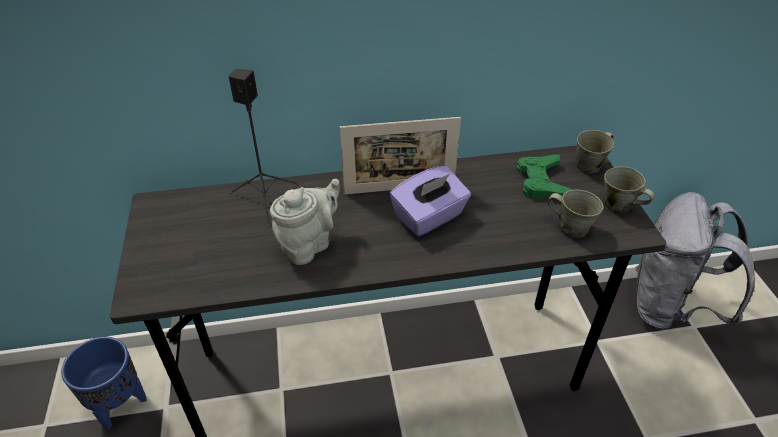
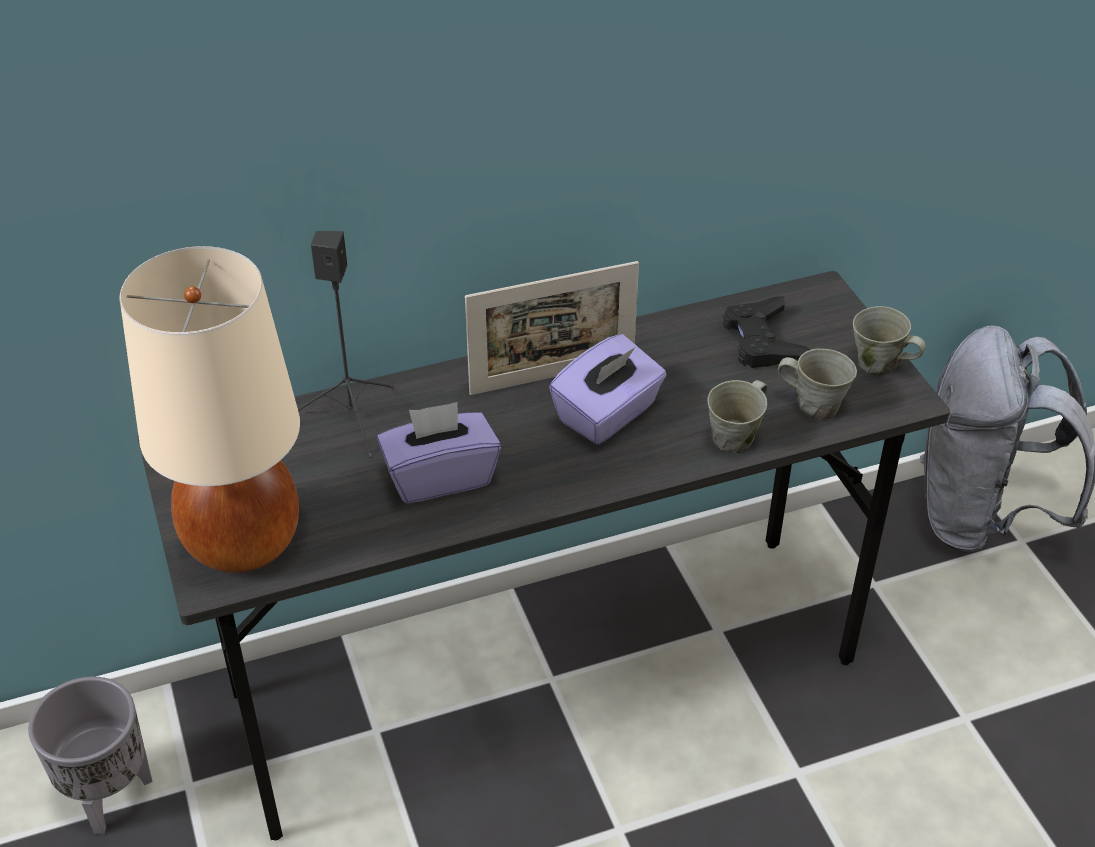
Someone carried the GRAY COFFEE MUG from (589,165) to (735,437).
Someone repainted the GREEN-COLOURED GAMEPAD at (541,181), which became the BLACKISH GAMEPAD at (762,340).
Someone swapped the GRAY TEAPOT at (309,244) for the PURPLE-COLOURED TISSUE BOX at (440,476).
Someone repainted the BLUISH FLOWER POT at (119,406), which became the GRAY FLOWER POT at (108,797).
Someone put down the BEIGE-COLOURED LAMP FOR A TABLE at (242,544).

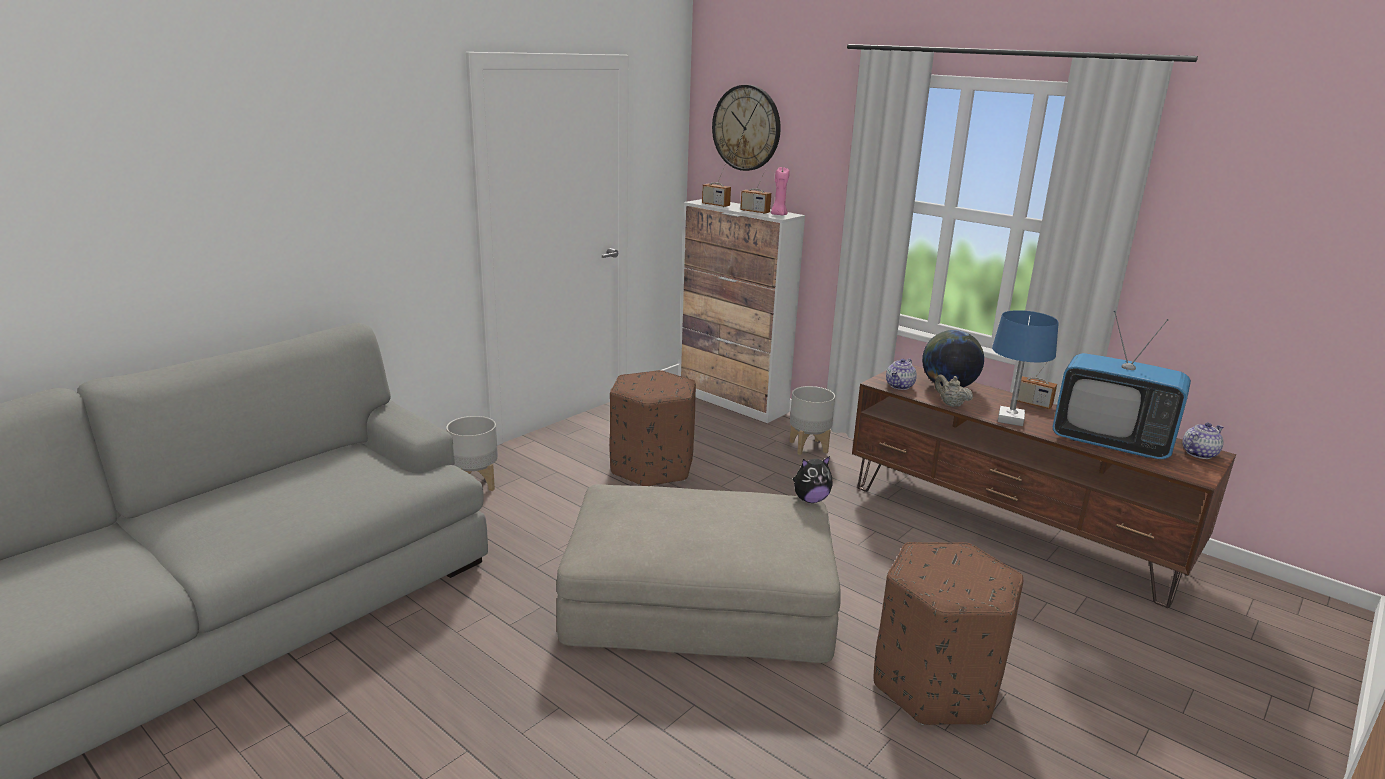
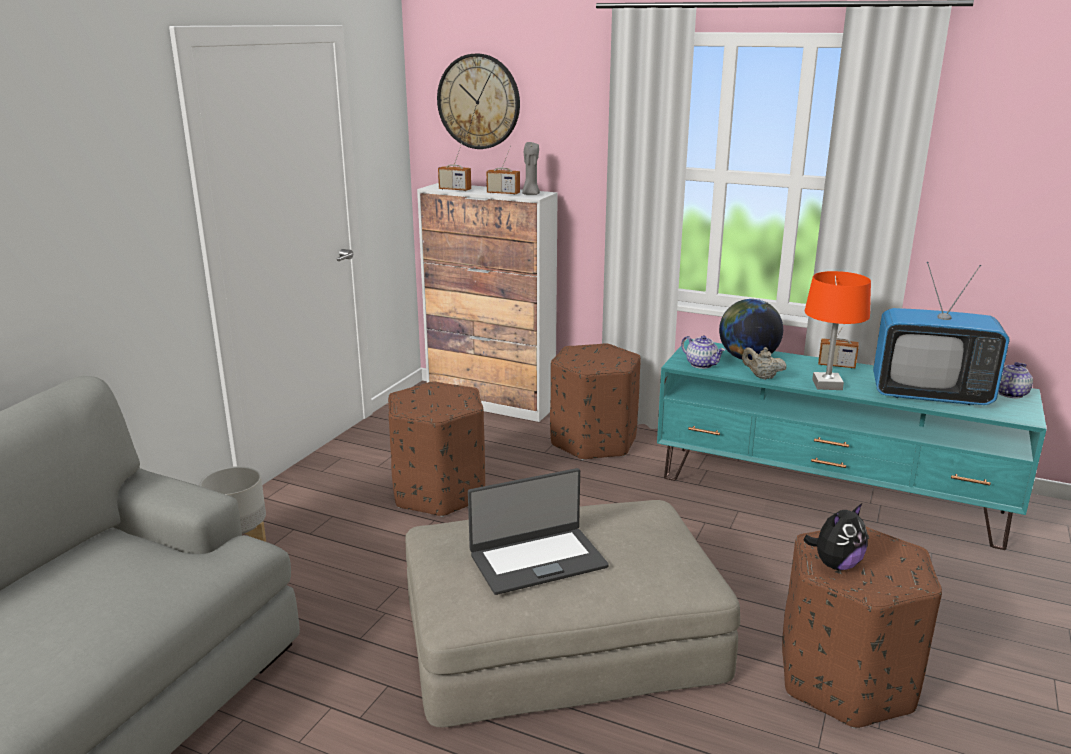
Someone repainted the PINK CANDLE at (778,214), which became the GRAY CANDLE at (530,194).
Someone repainted the BLUISH LAMP FOR A TABLE at (1010,420), which became the ORANGEY LAMP FOR A TABLE at (827,385).
Someone rotated the TEAPOT at (900,386) by 60 degrees counterclockwise.
Someone repainted the BROWN TV UNIT at (1012,527), which became the TURQUOISE-COLOURED TV UNIT at (829,493).
Someone swapped the GRAY FLOWER POT at (809,447) for the BROWN OTTOMAN at (594,441).
Someone carried the CUDDLY TOY from (810,500) to (835,564).
Someone put down the PORTABLE COMPUTER at (537,560).

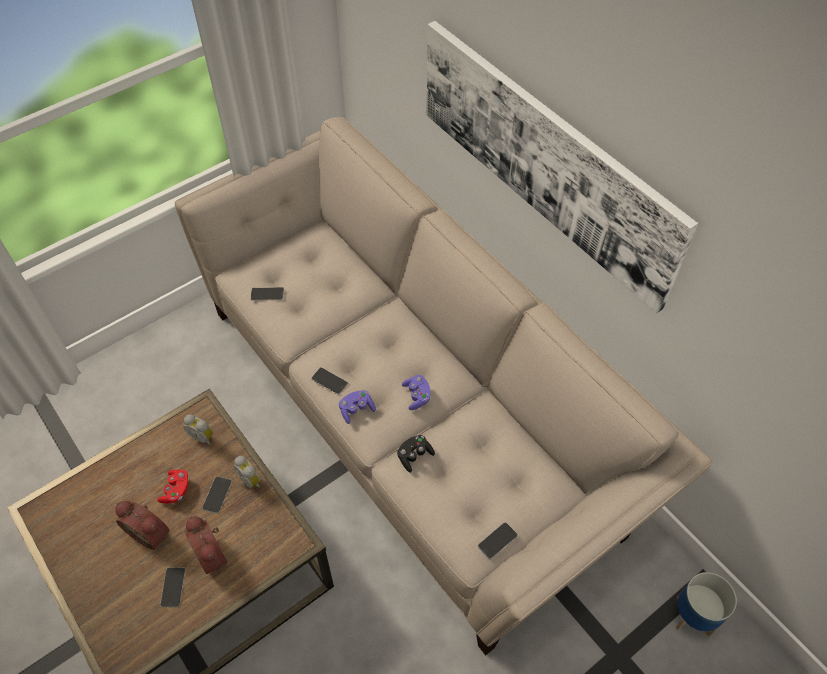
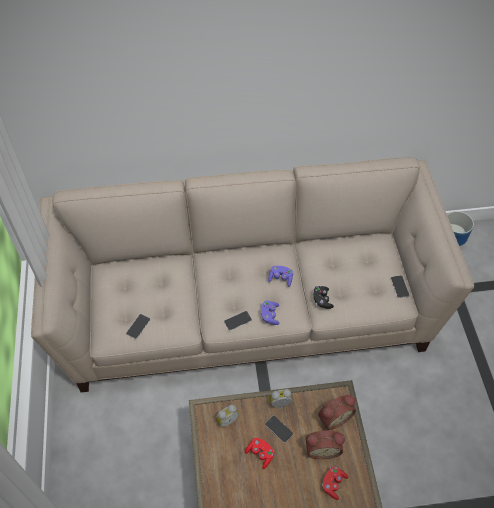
Someone took away the PICTURE at (545,158).
Someone carried the TABLE CLOCK from (151,532) to (333,417).
Someone swapped the PHONE at (173,587) for the RED-COLOURED GAMEPAD at (333,484).

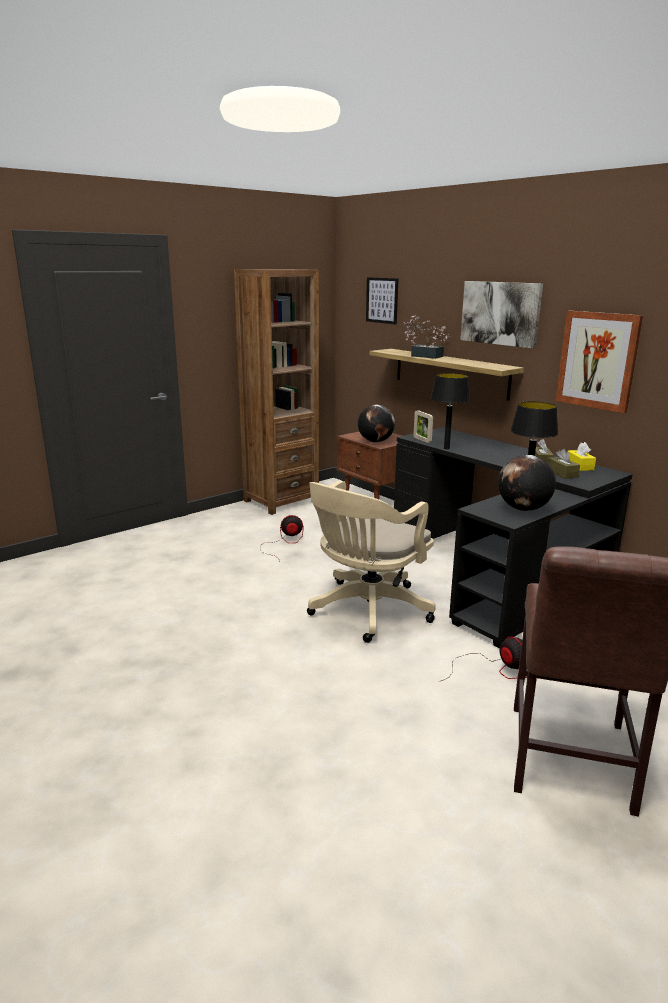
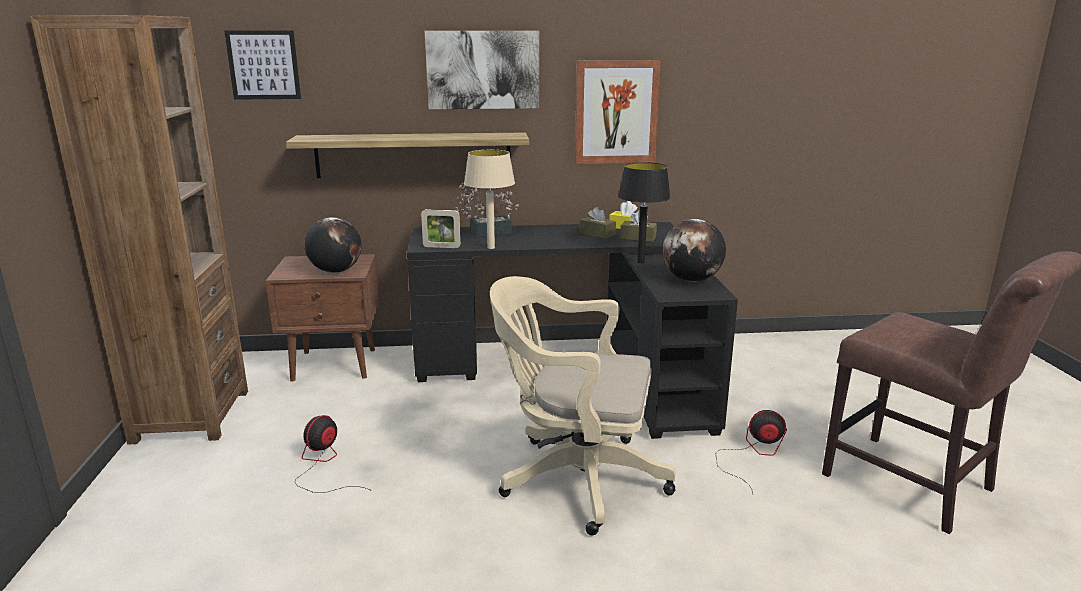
Someone carried the POTTED PLANT from (424,356) to (486,232).
Someone repainted the BLACKISH LAMP FOR A TABLE at (446,448), which became the BEIGE-COLOURED LAMP FOR A TABLE at (491,247).
Someone rotated the BEIGE-COLOURED OFFICE CHAIR at (366,611) by 120 degrees clockwise.

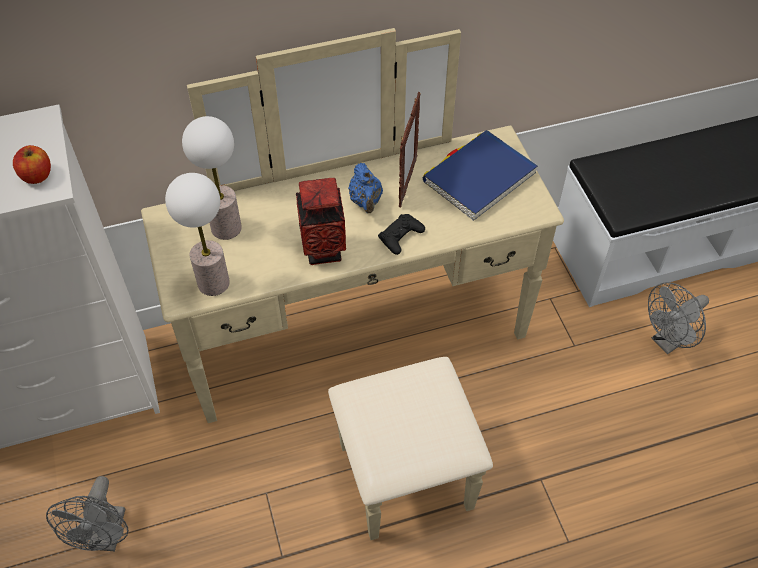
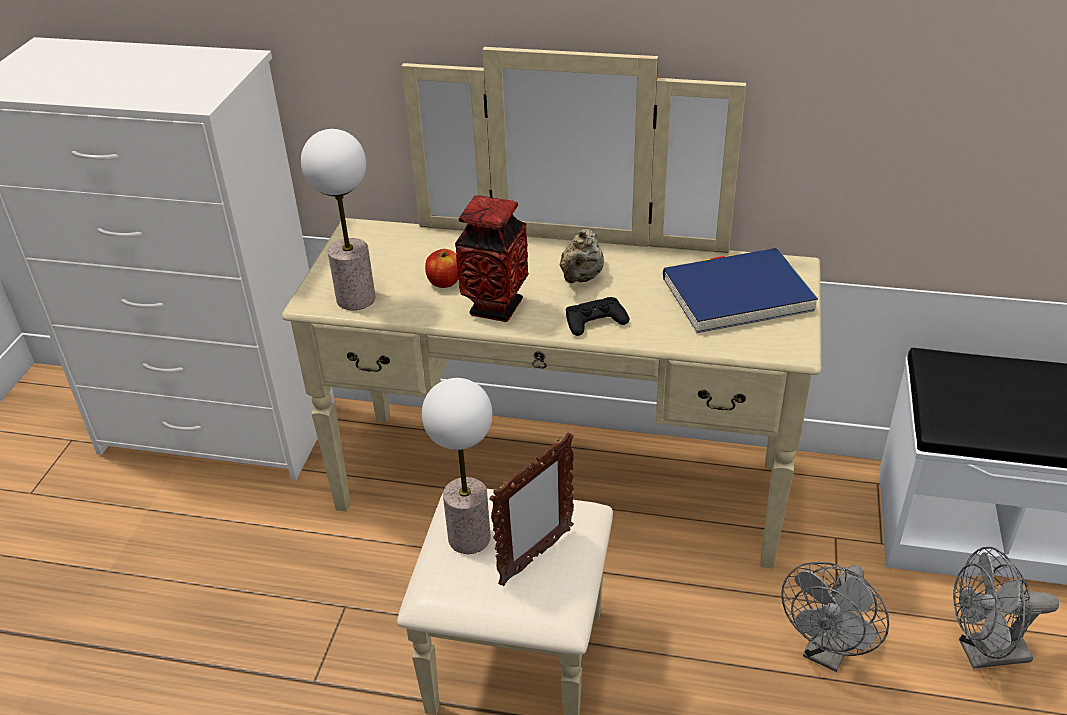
Someone carried the STANDING FRAME from (407,183) to (535,557).
Someone carried the LAMP FOR A TABLE from (225,228) to (468,537).
Someone carried the APPLE FRUIT from (37,175) to (444,282).
Someone repainted the BLUISH TEAPOT at (366,201), which became the BEIGE-COLOURED TEAPOT at (581,278).
Someone carried the GRAY ELECTRIC FAN from (106,537) to (827,652).

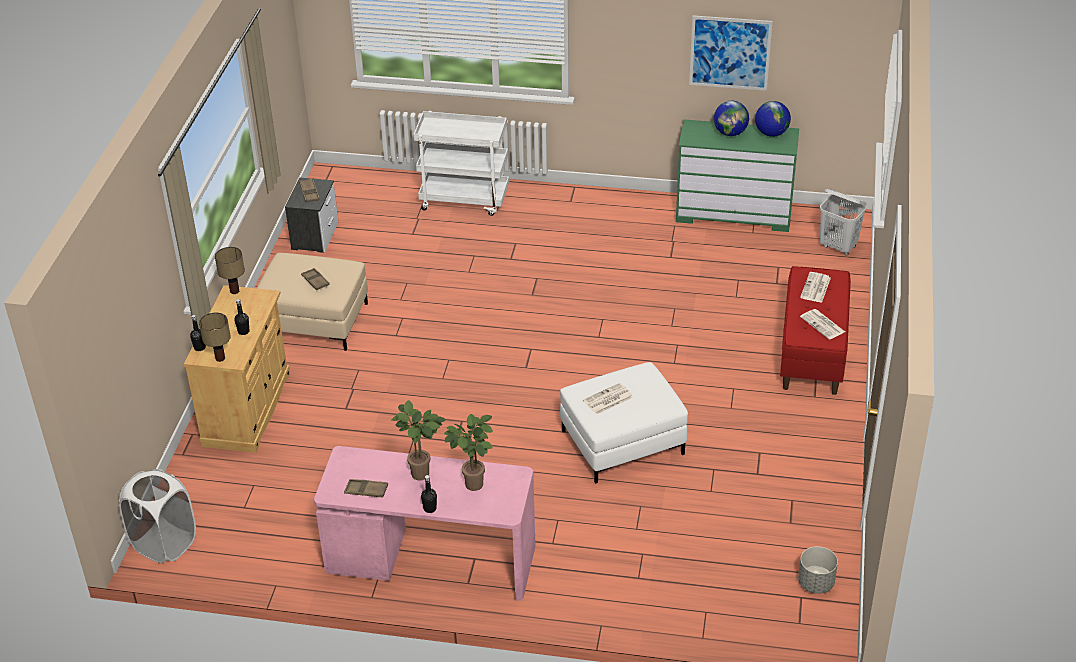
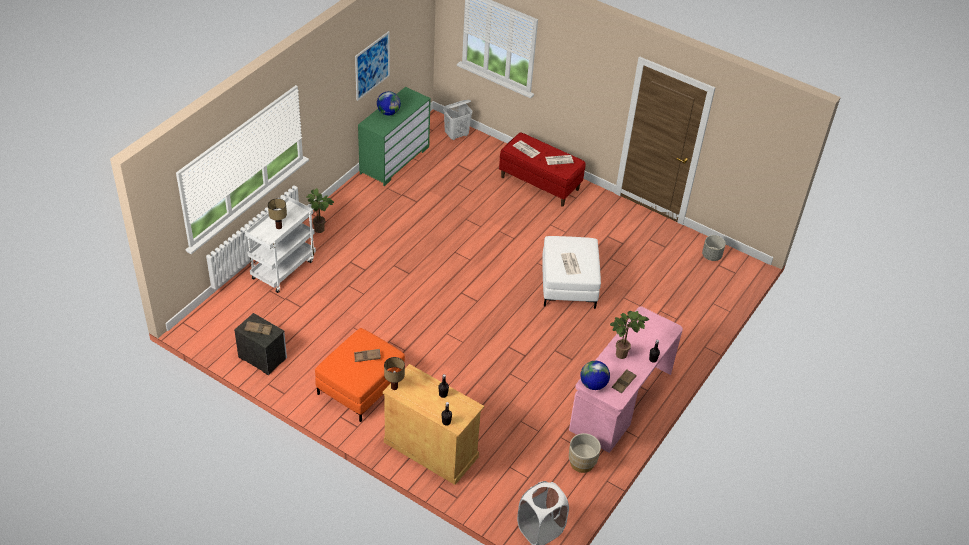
Someone carried the GLOBE from (771,133) to (593,384).
Someone repainted the BEIGE-COLOURED OTTOMAN at (313,321), which became the ORANGEY OTTOMAN at (360,387).
Someone carried the LAMP FOR A TABLE from (220,358) to (279,227).
Someone carried the POTTED PLANT from (474,487) to (321,230).
Someone put down the BEIGE-COLOURED FLOWER POT at (582,463).

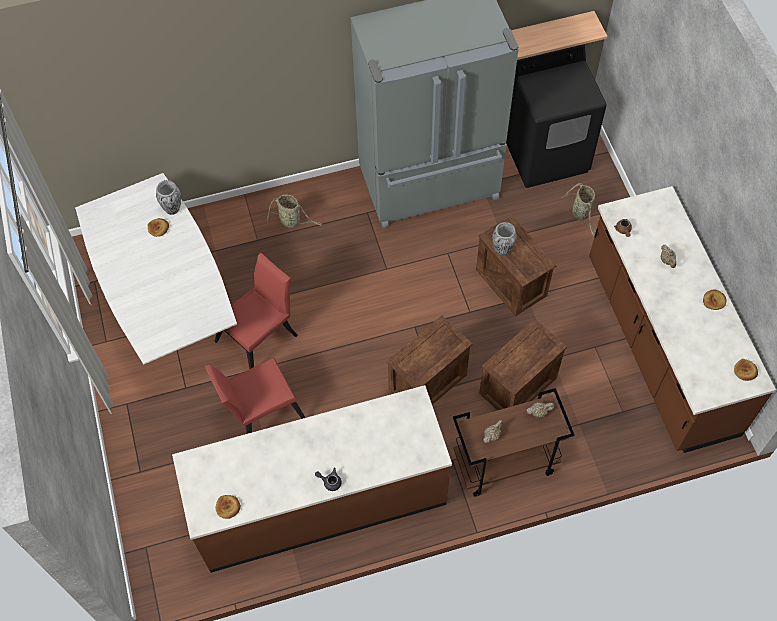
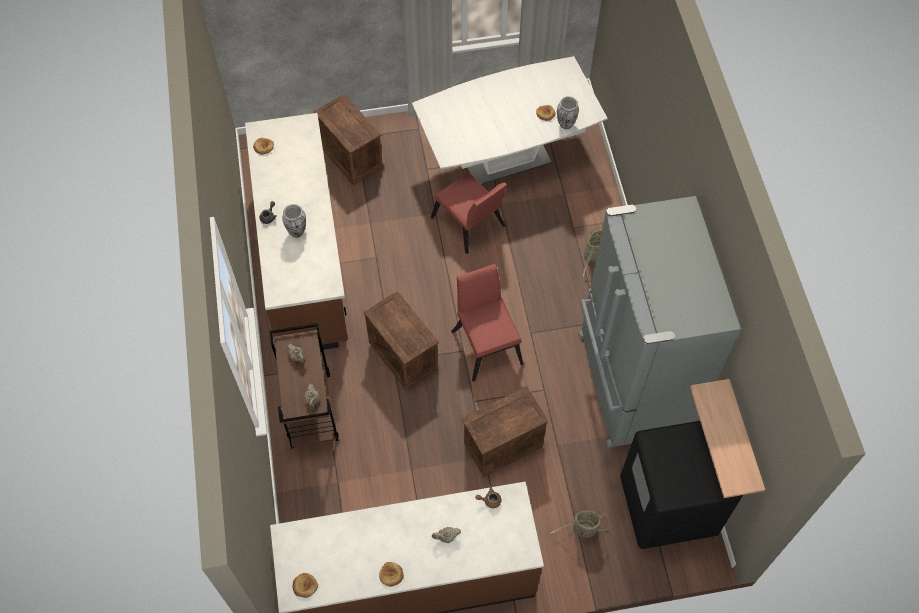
Someone carried the VASE from (502,249) to (297,231).
Someone carried the CRATE from (518,386) to (350,157).
Someone carried the RED-COLOURED CHAIR from (260,412) to (486,342).

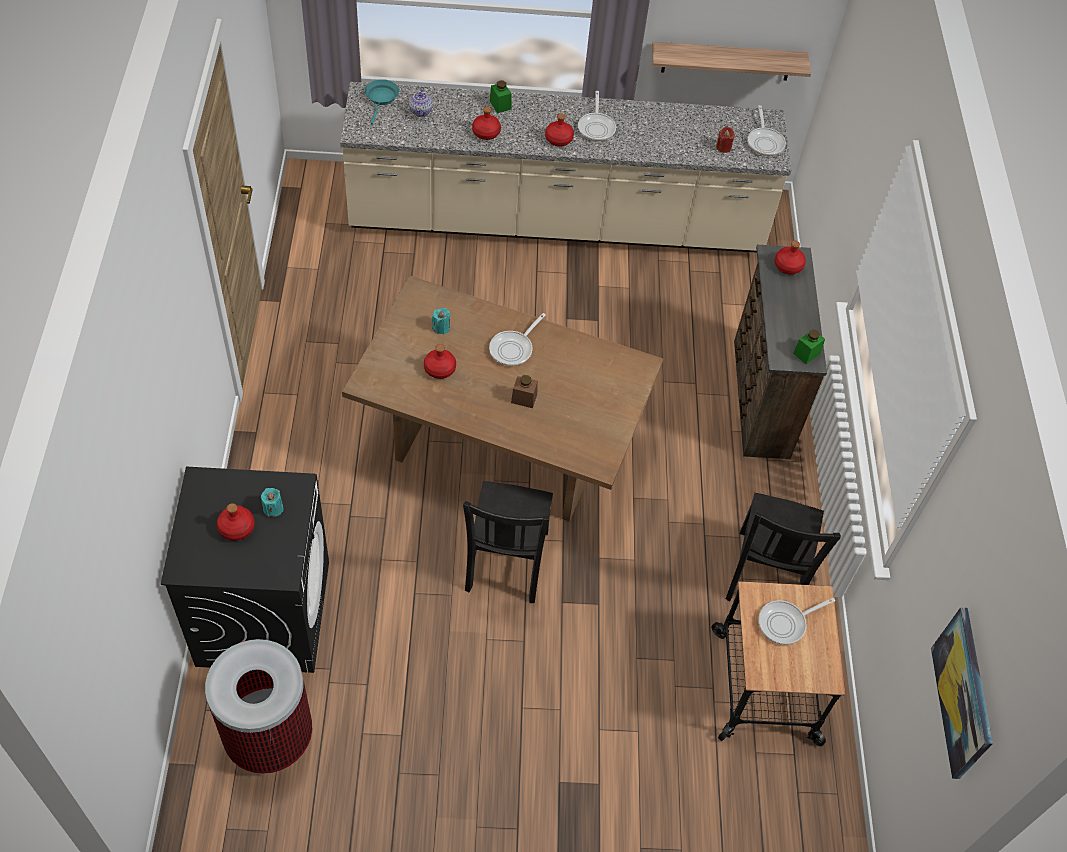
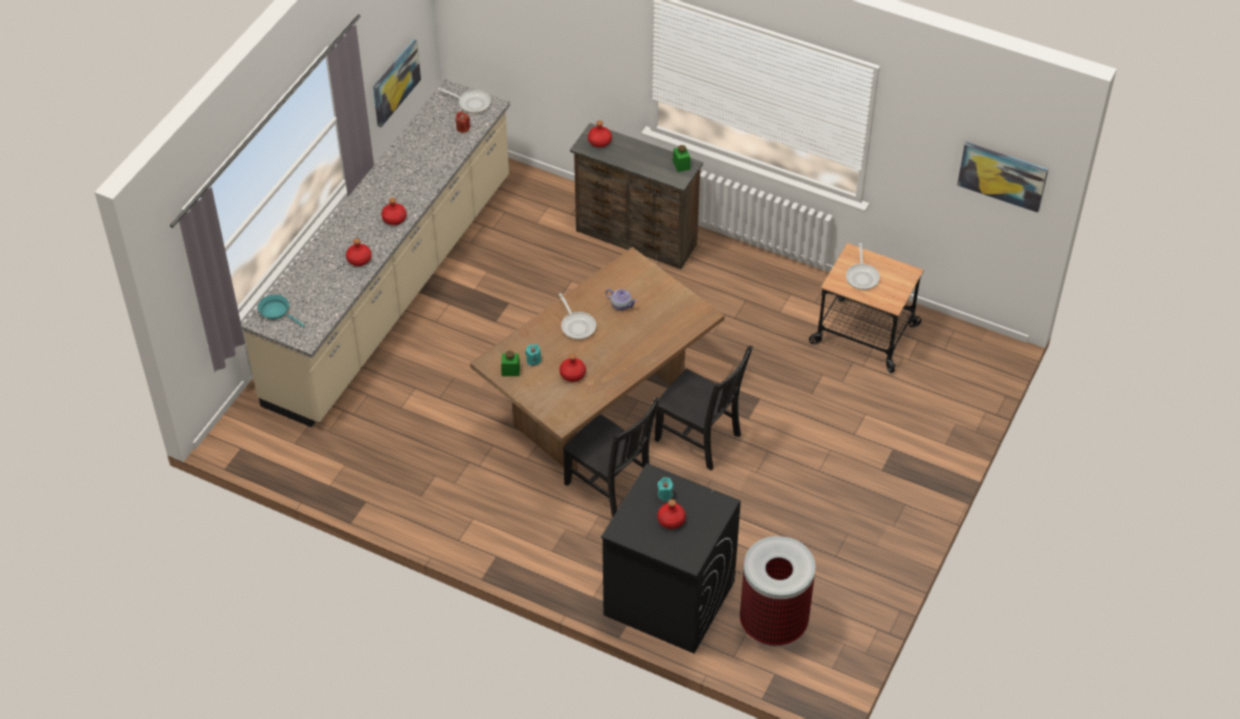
Someone swapped the SHELF at (727,61) for the PICTURE at (395,82).
Someone carried the GREEN-COLOURED STORAGE JAR from (500,105) to (510,370).
Someone carried the TEAPOT from (421,111) to (621,304).
Someone took away the PAN at (596,127).
Someone took away the BROWN STORAGE JAR at (524,398).
Someone carried the BLACKISH CHAIR from (765,576) to (610,486).

